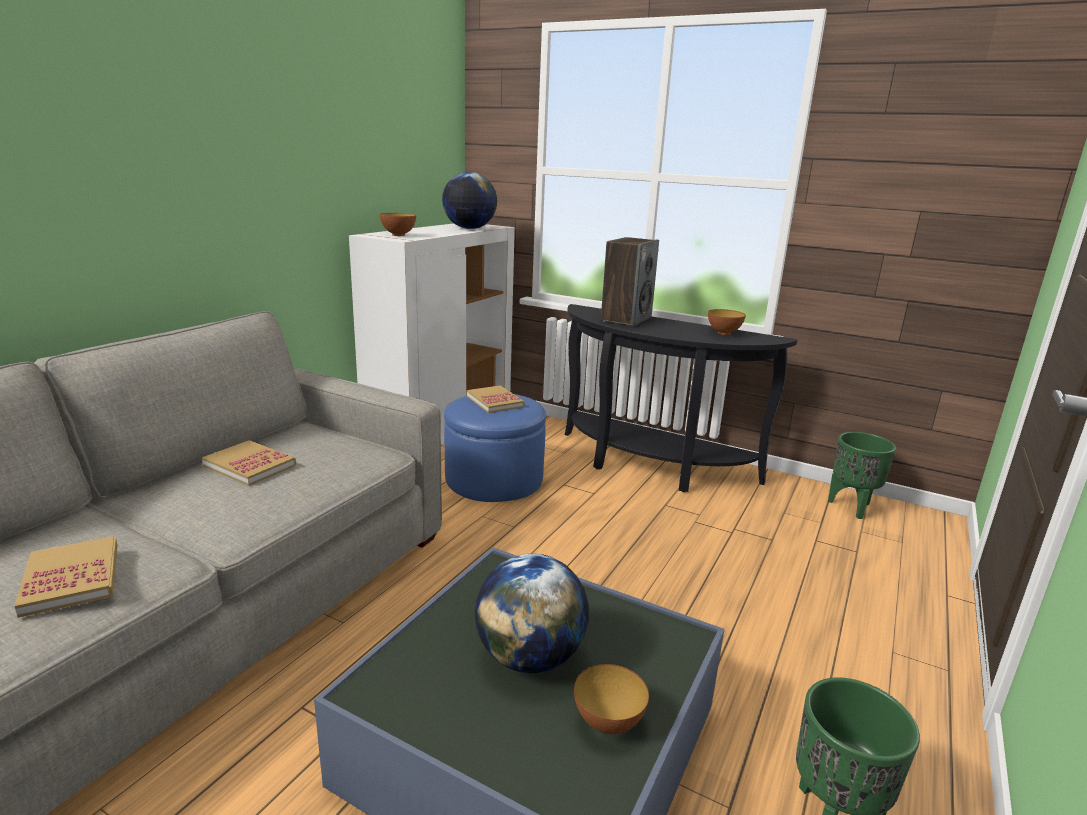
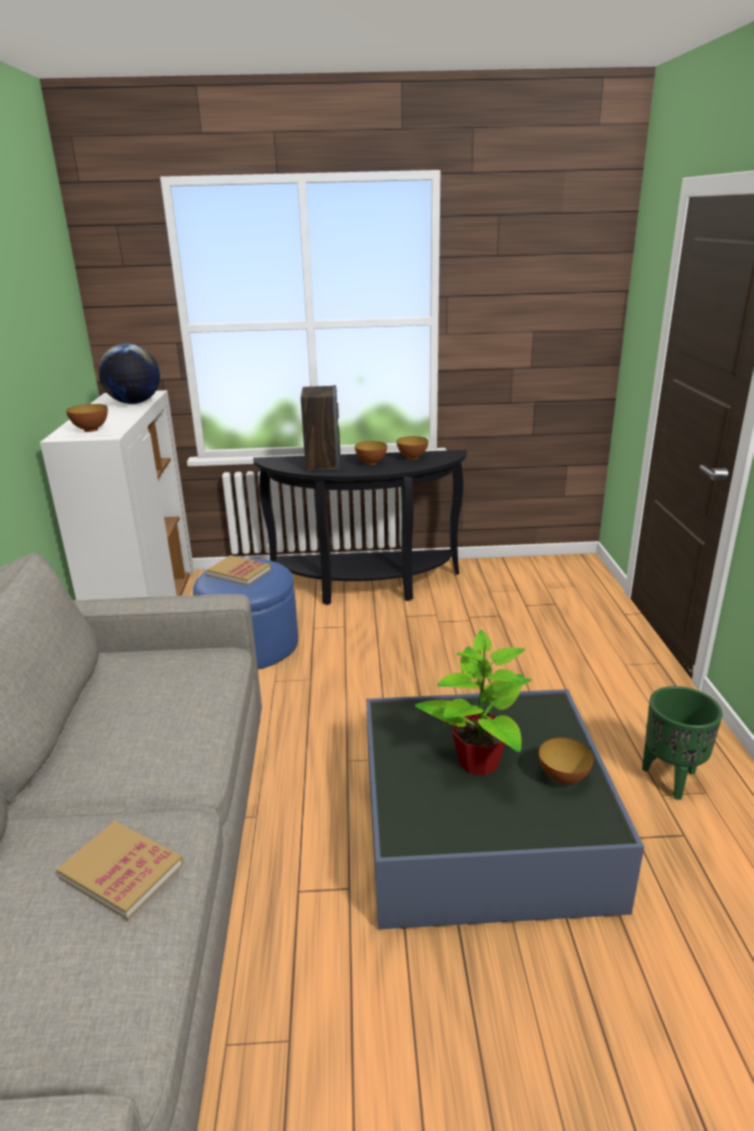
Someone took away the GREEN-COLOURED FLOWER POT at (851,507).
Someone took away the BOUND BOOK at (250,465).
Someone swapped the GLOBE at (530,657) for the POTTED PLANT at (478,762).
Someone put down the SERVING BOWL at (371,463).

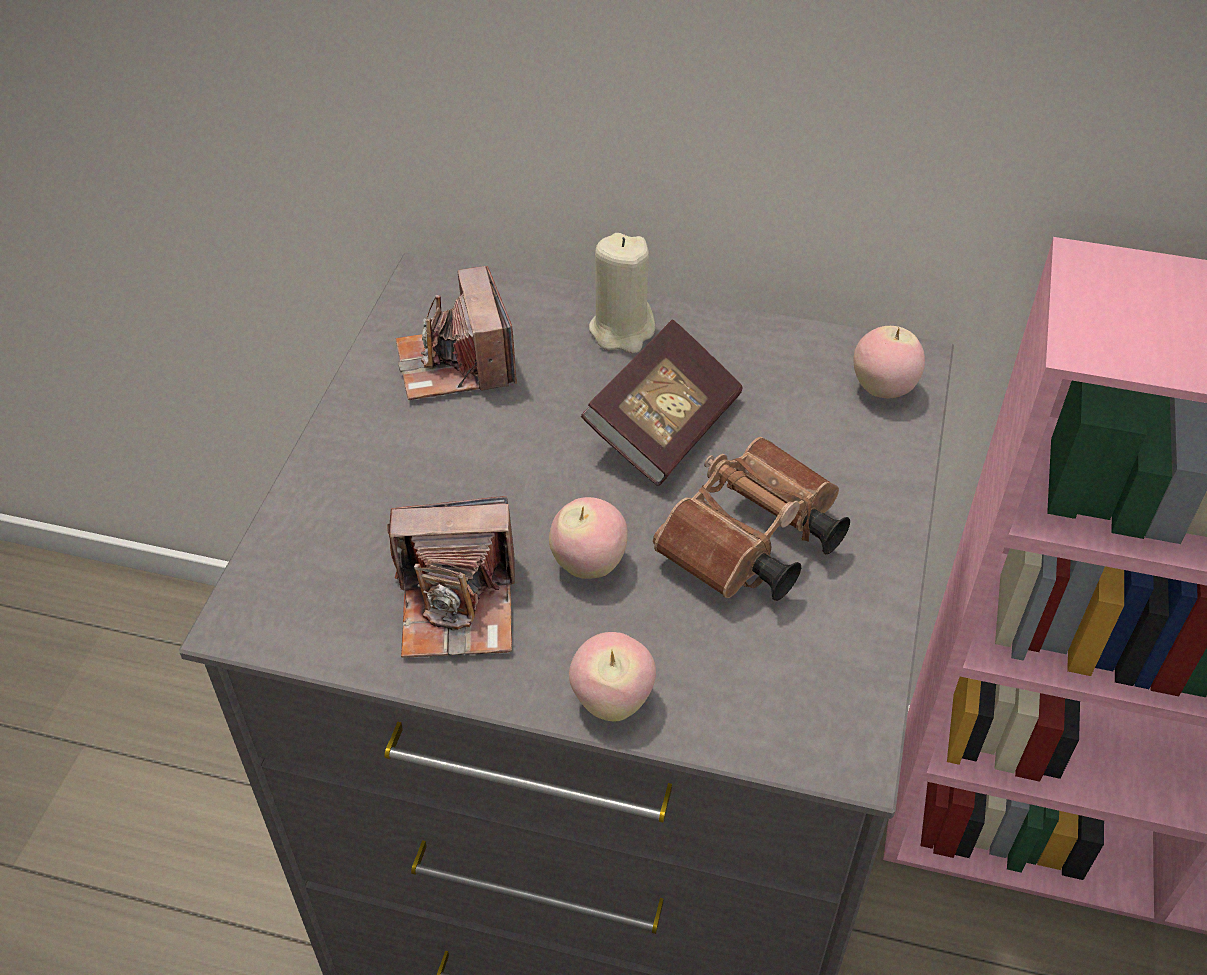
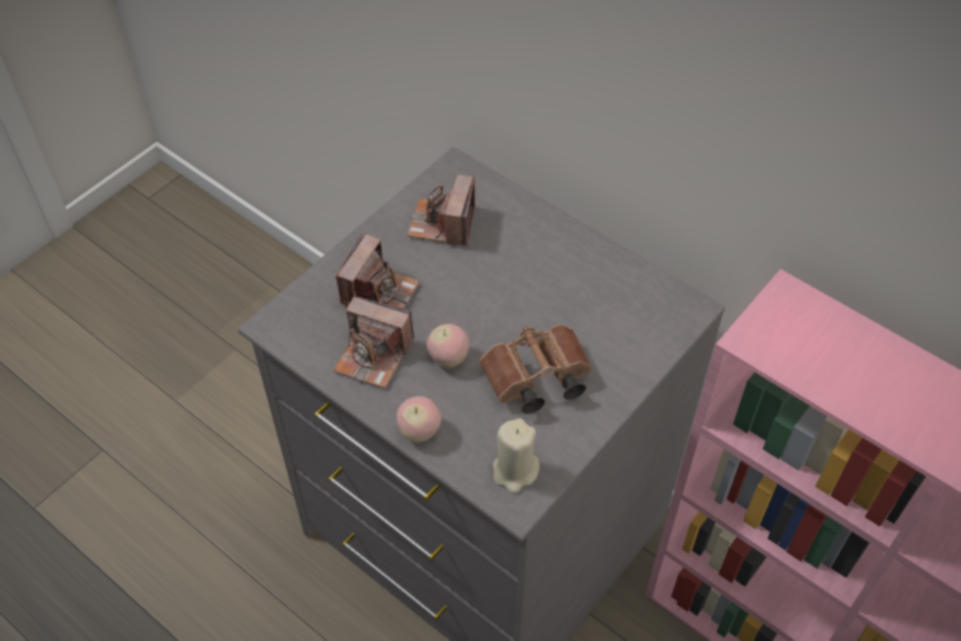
Someone carried the BEIGE-COLOURED CANDLE from (622,330) to (515,471).
Someone took away the BOUND BOOK at (664,427).
Someone took away the APPLE FRUIT at (883,389).
Someone put down the STILL CAMERA at (379,292).

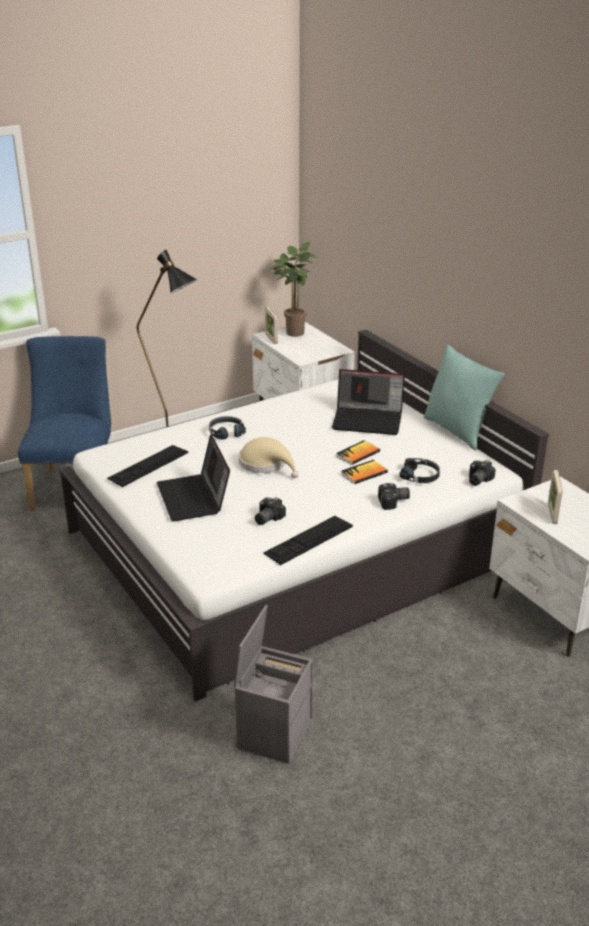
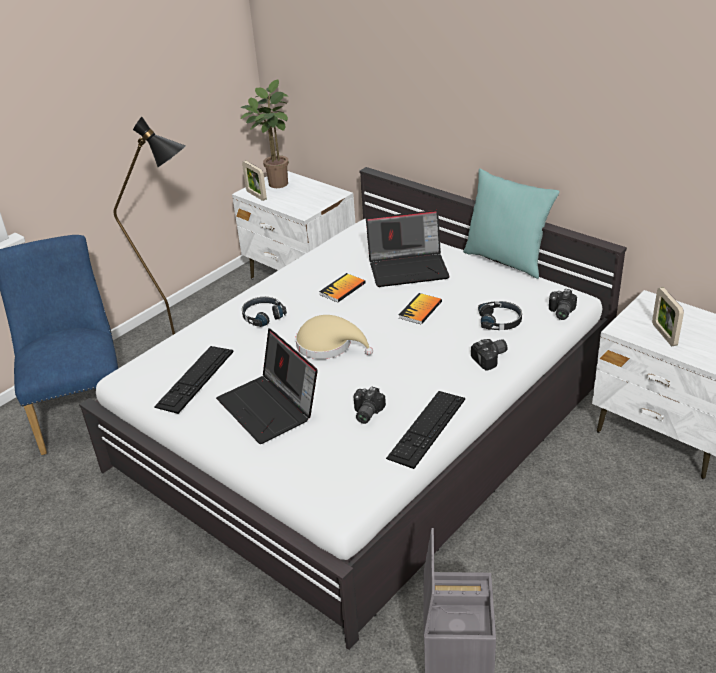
Someone carried the BOUND BOOK from (364,473) to (342,289).

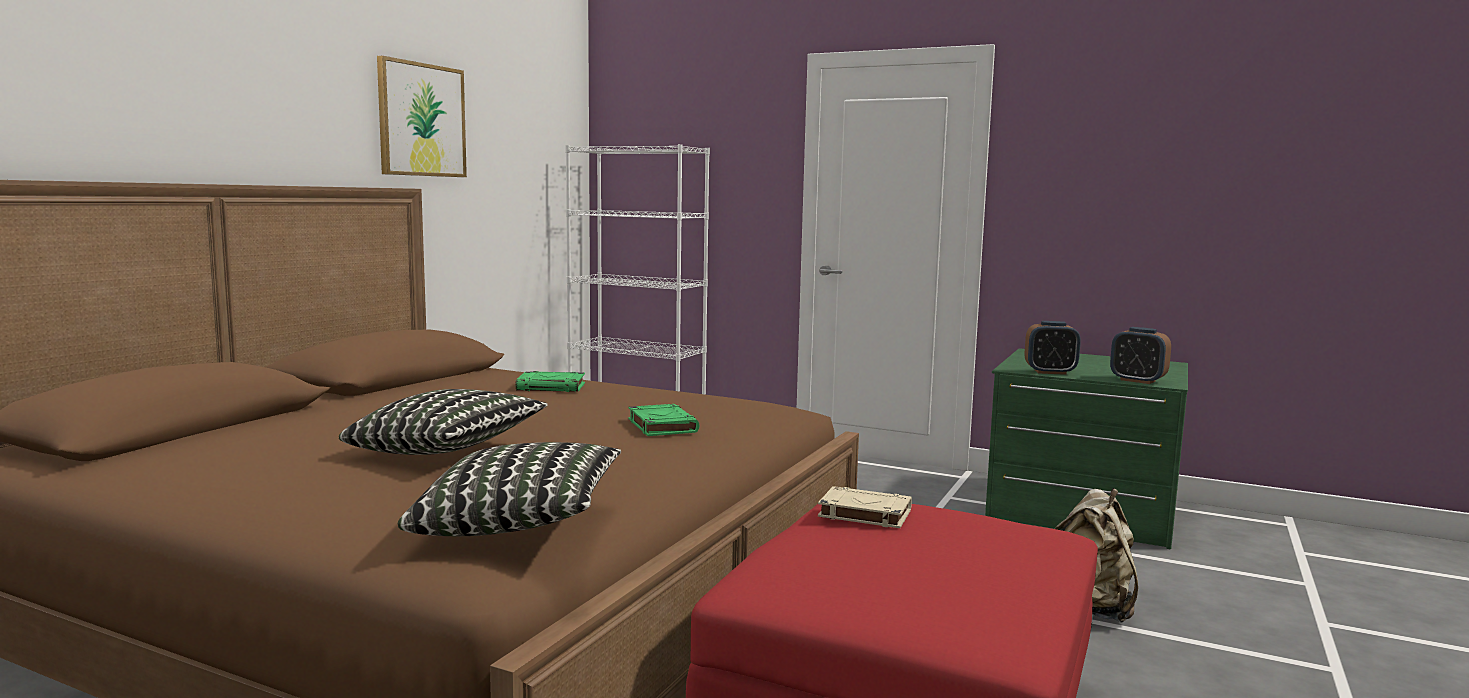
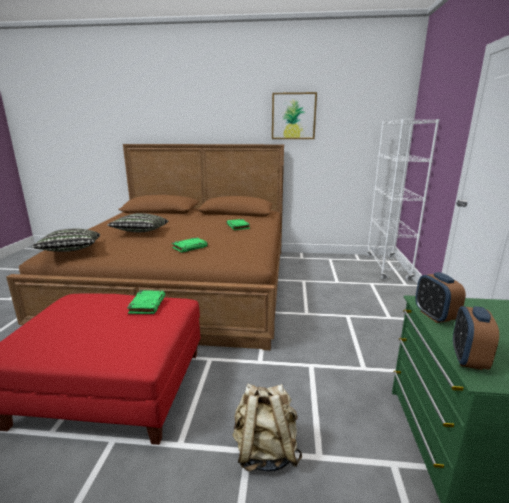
Someone repainted the BEIGE-COLOURED BOUND BOOK at (863,514), which became the GREEN-COLOURED BOUND BOOK at (147,304).

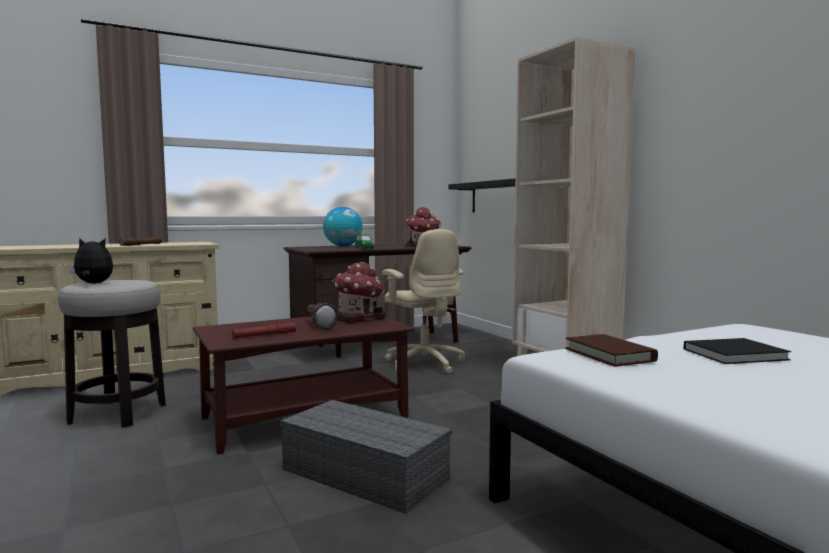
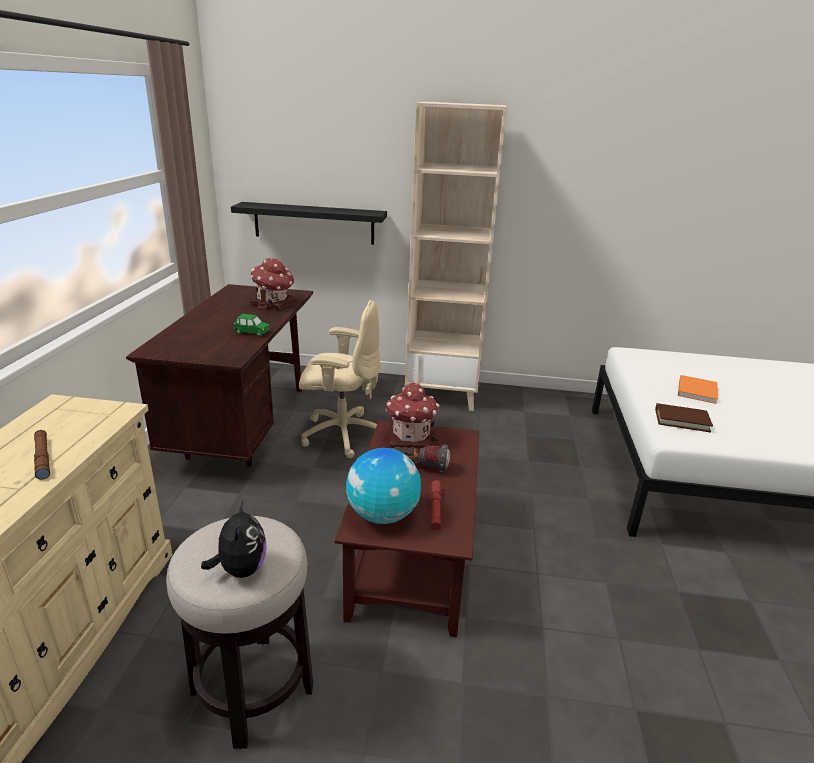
Someone carried the GLOBE from (343,246) to (383,515).
Someone rotated the CUDDLY TOY at (93,283) by 135 degrees clockwise.
Someone repainted the BLACKISH BOUND BOOK at (737,354), which became the ORANGEY BOUND BOOK at (697,390).
Someone took away the GRAY STORAGE CONTAINER at (361,474).

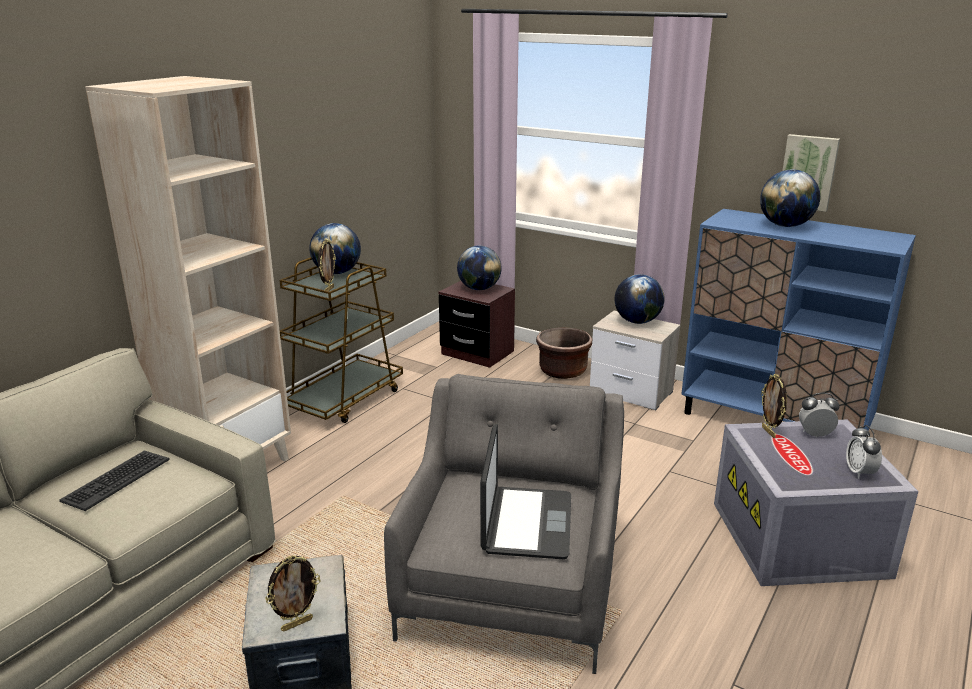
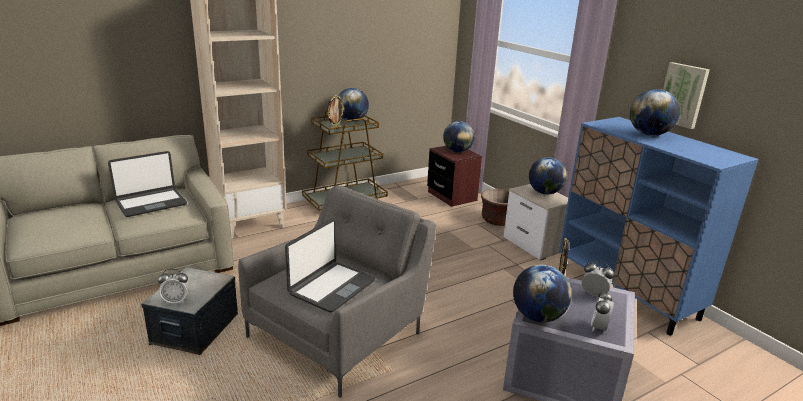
Someone swapped the PC KEYBOARD at (116,480) for the PORTABLE COMPUTER at (151,203).
Someone swapped the STANDING FRAME at (297,624) for the TABLE CLOCK at (176,301).
Someone put down the GLOBE at (537,316).

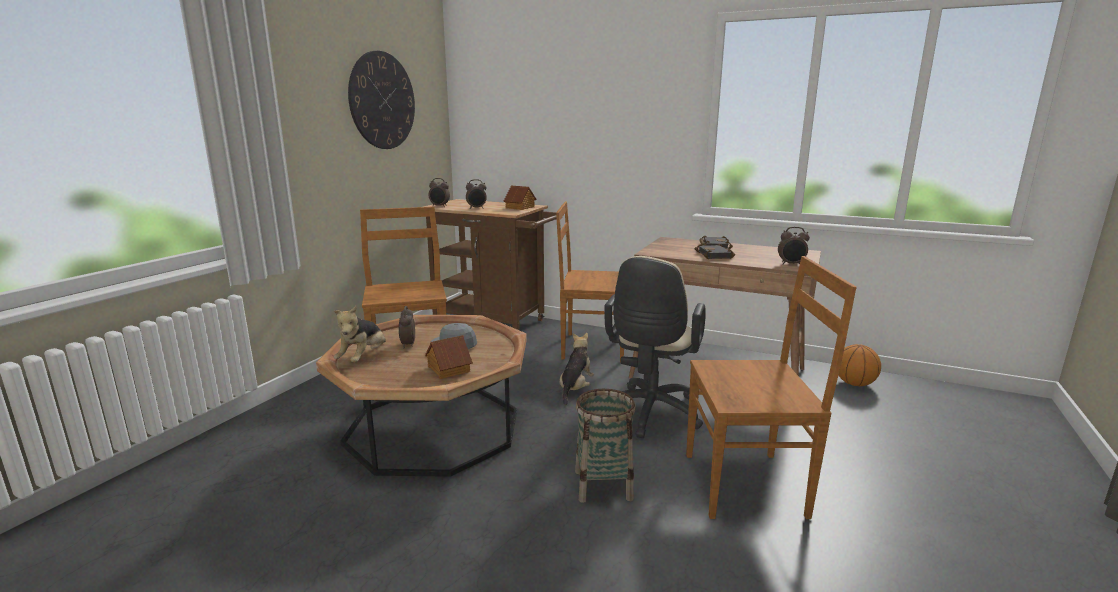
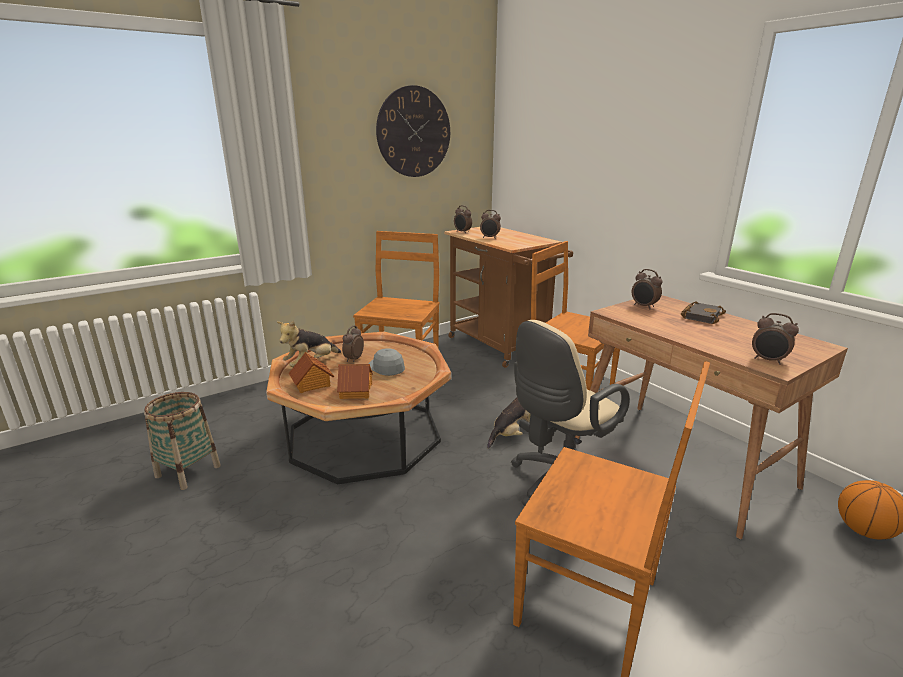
Someone carried the TOY HOUSE from (520,207) to (312,384).
Someone took away the BLACKISH BOUND BOOK at (716,255).
Someone carried the BASKET from (603,485) to (188,471).
Someone put down the TABLE CLOCK at (644,306).

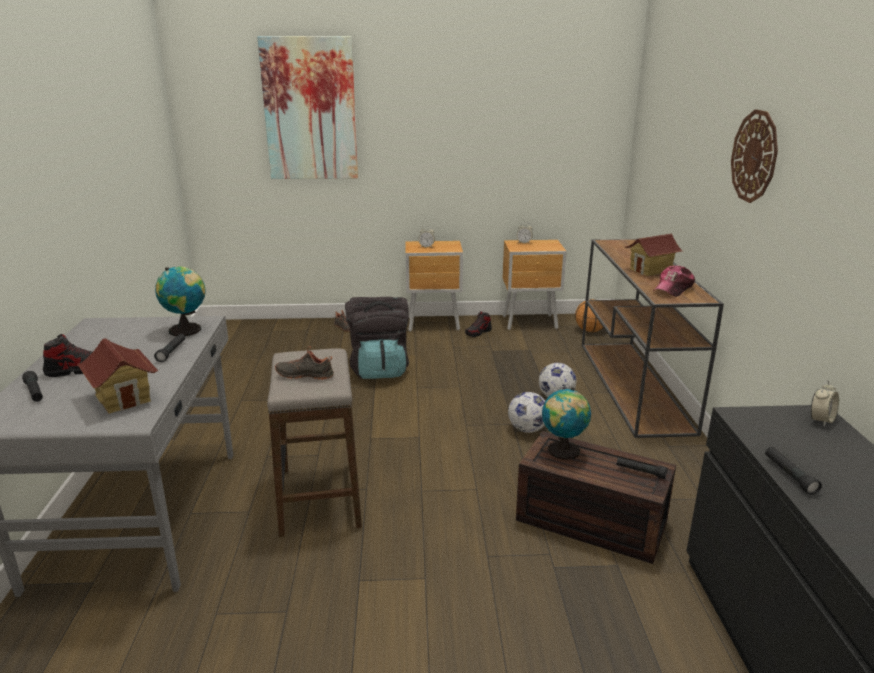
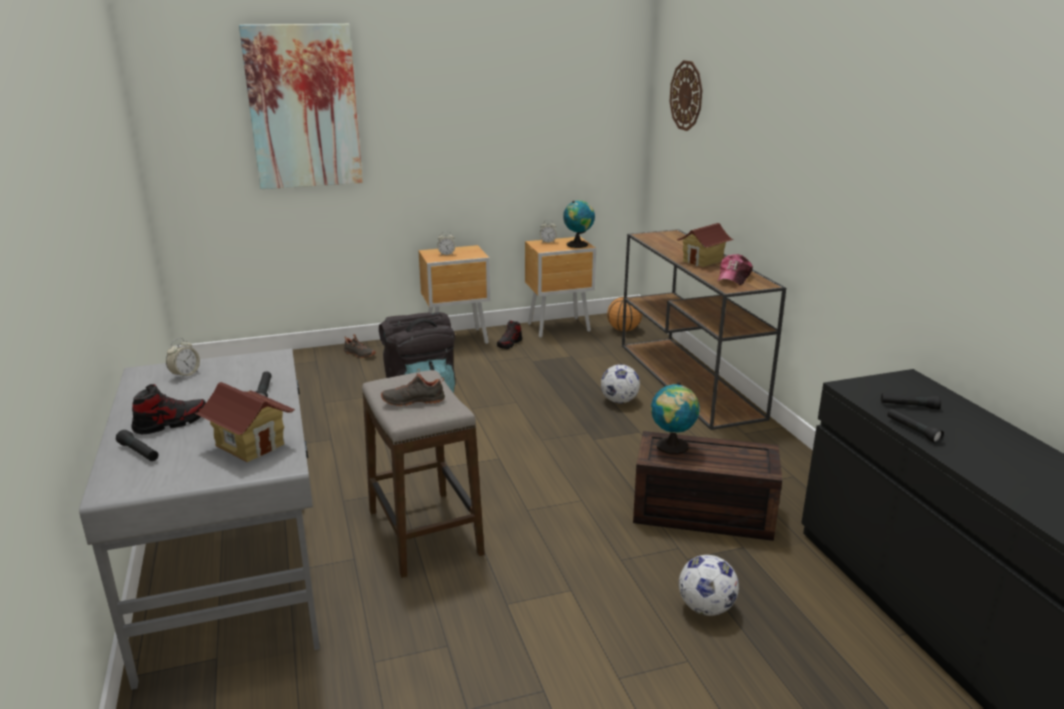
Someone carried the WALL CLOCK from (754,156) to (686,95).
Someone carried the GLOBE from (187,330) to (578,244).
Someone carried the TABLE CLOCK from (821,420) to (185,374).
Someone carried the BALL FOR FOOTBALL from (527,429) to (706,608).
Someone carried the BLACKISH HAND TORCH from (640,472) to (909,406).

